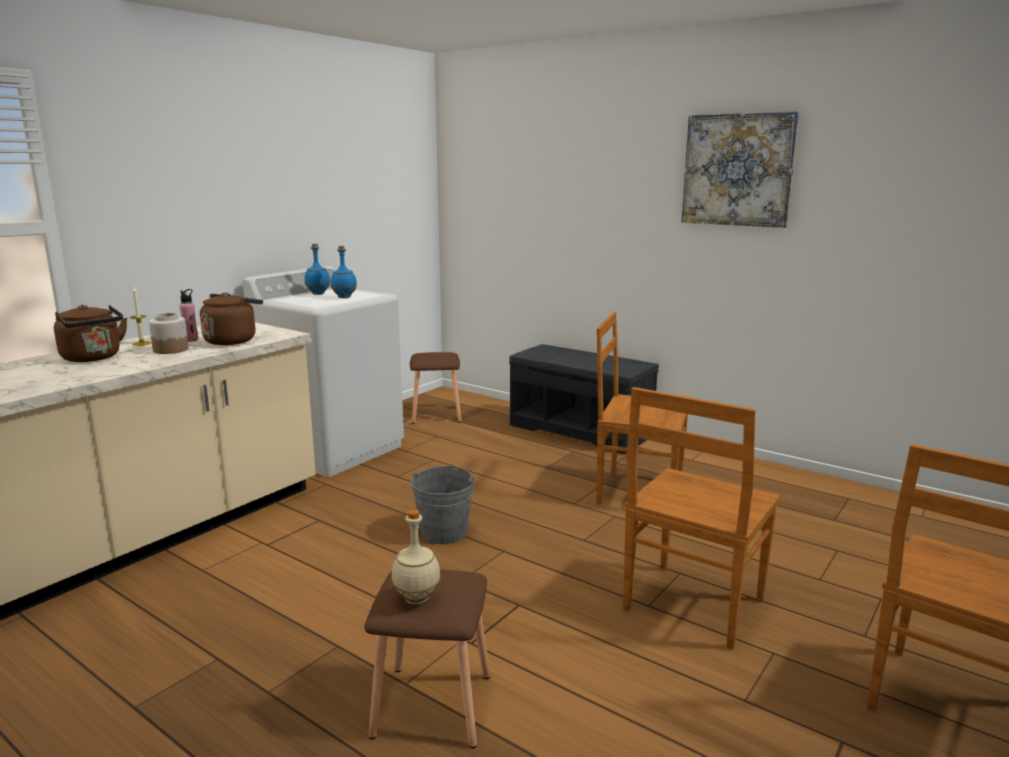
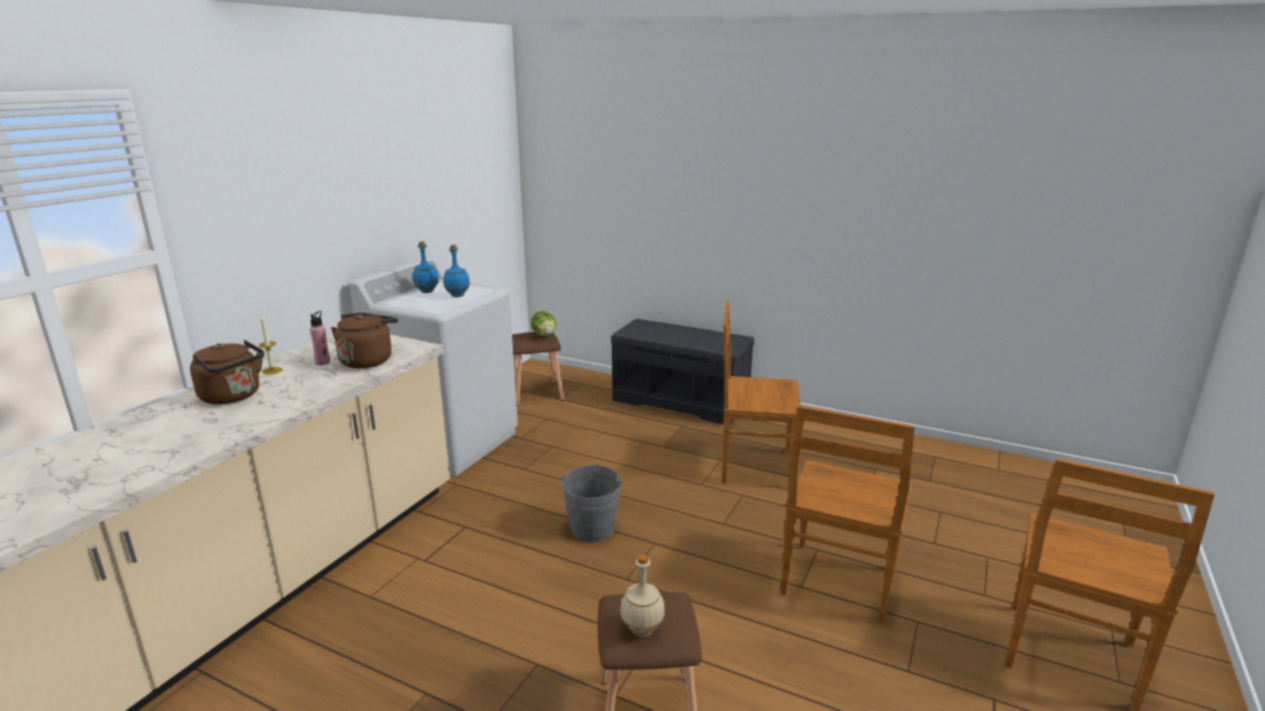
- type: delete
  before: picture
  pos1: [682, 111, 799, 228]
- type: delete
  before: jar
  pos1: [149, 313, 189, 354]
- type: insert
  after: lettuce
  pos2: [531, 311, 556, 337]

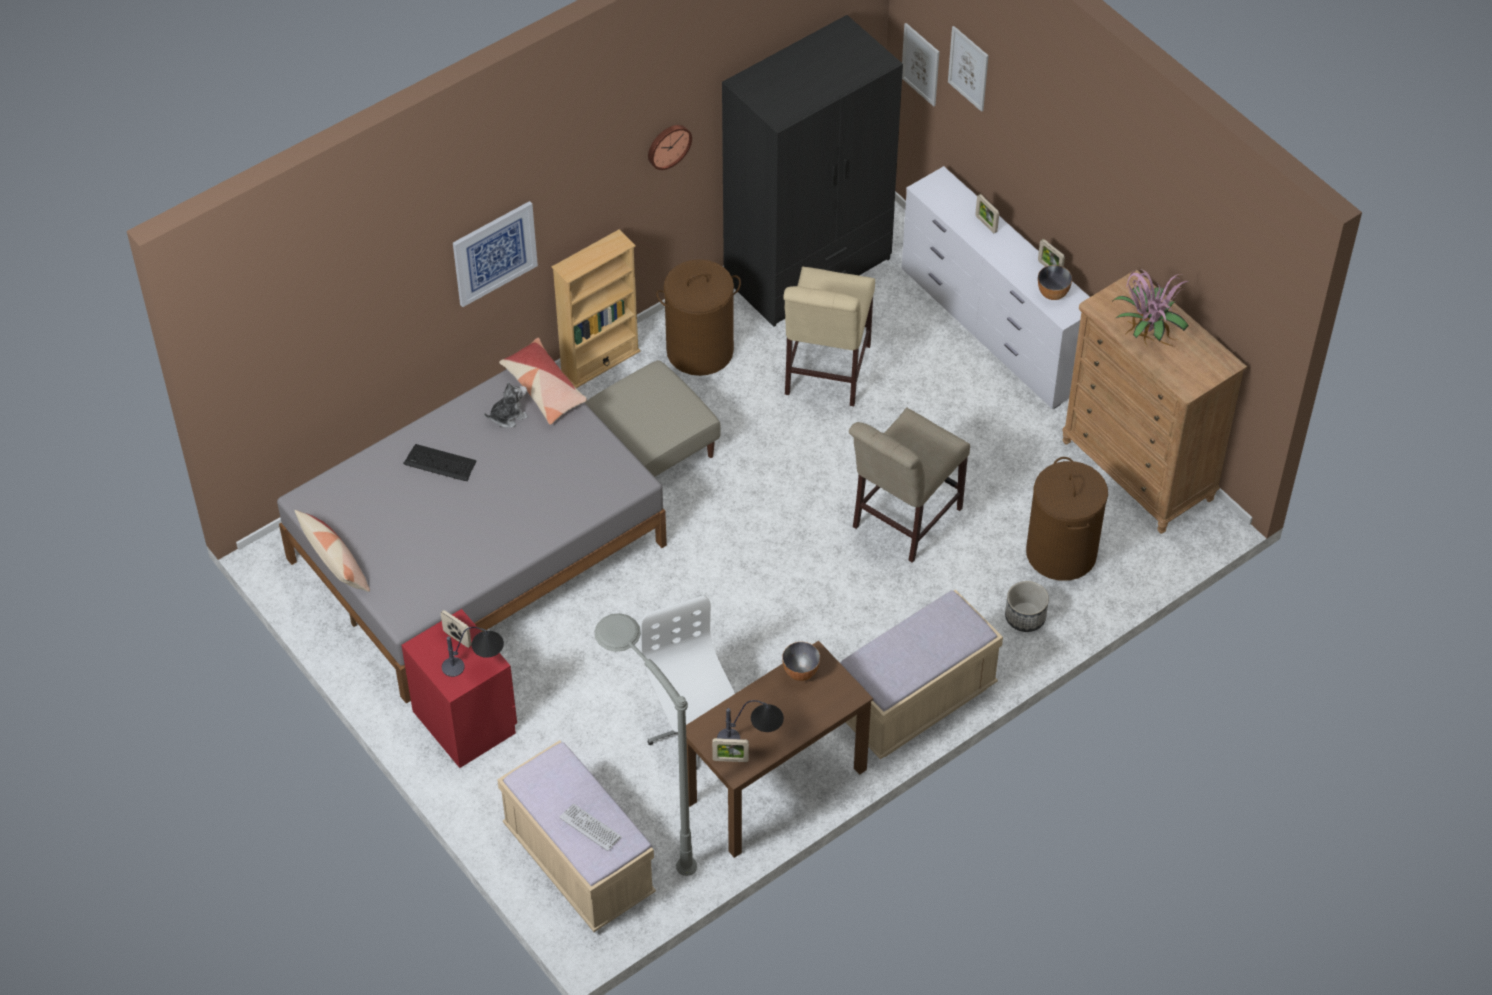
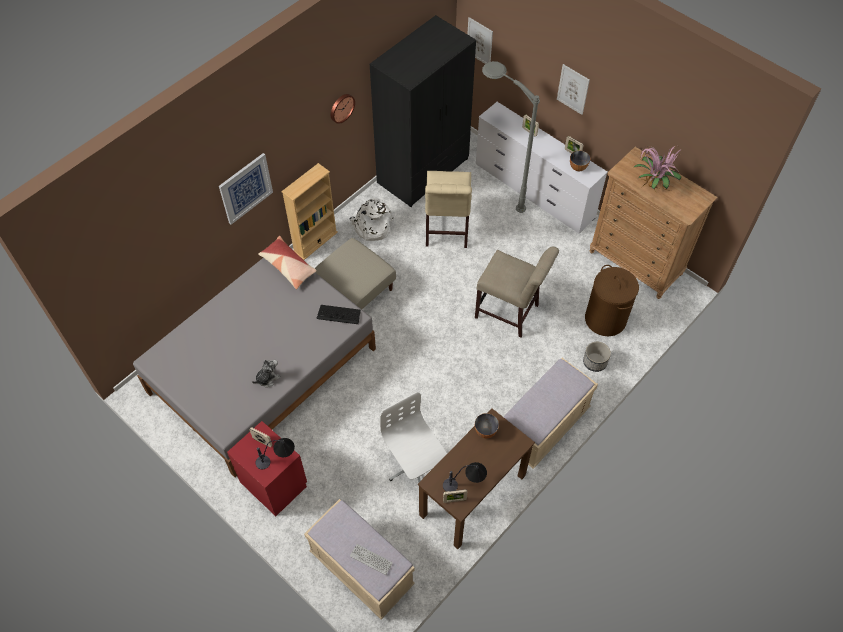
- type: move
  before: picture
  pos1: [948, 26, 989, 112]
  pos2: [557, 64, 590, 115]
- type: replace
  before: brown laundry basket
  after: white backpack
  pos1: [656, 259, 741, 376]
  pos2: [349, 198, 394, 241]
- type: move
  before: plush toy
  pos1: [484, 382, 528, 428]
  pos2: [252, 360, 281, 387]
- type: rotate
  before: beige chair
  pos1: [849, 407, 970, 563]
  pos2: [475, 247, 559, 337]
  turn: -90
- type: move
  before: keyboard
  pos1: [403, 444, 477, 481]
  pos2: [316, 305, 361, 324]
- type: delete
  before: pillow
  pos1: [295, 510, 370, 592]
- type: move
  before: grey floor lamp
  pos1: [594, 613, 697, 876]
  pos2: [482, 61, 540, 213]

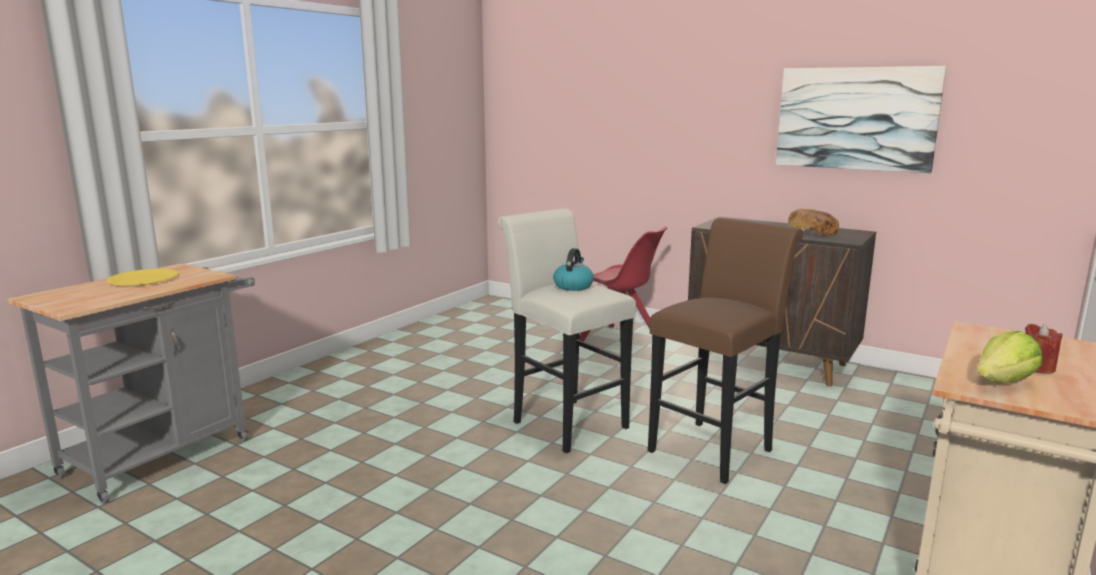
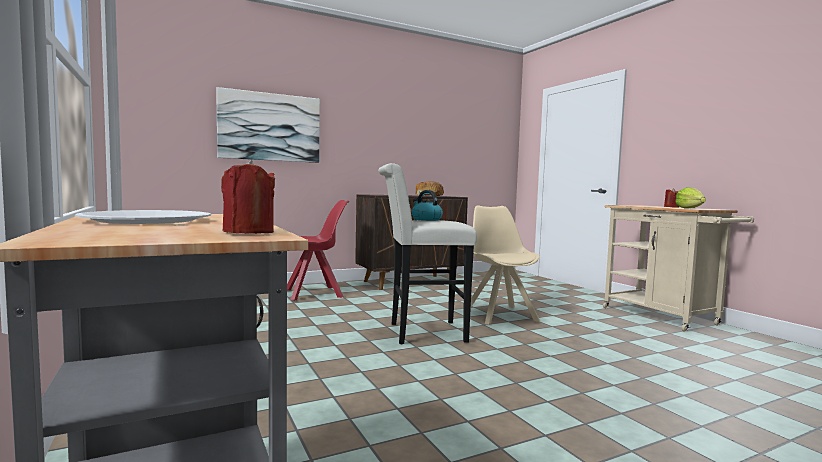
- type: move
  before: picture
  pos1: [776, 66, 947, 173]
  pos2: [216, 87, 320, 163]
- type: replace
  before: brown stool
  after: beige chair
  pos1: [648, 218, 803, 484]
  pos2: [471, 205, 540, 325]
- type: recolor
  before: yellow plate
  after: white plate
  pos1: [107, 269, 178, 286]
  pos2: [75, 210, 211, 224]
- type: insert
  after: red candle
  pos2: [221, 160, 275, 234]

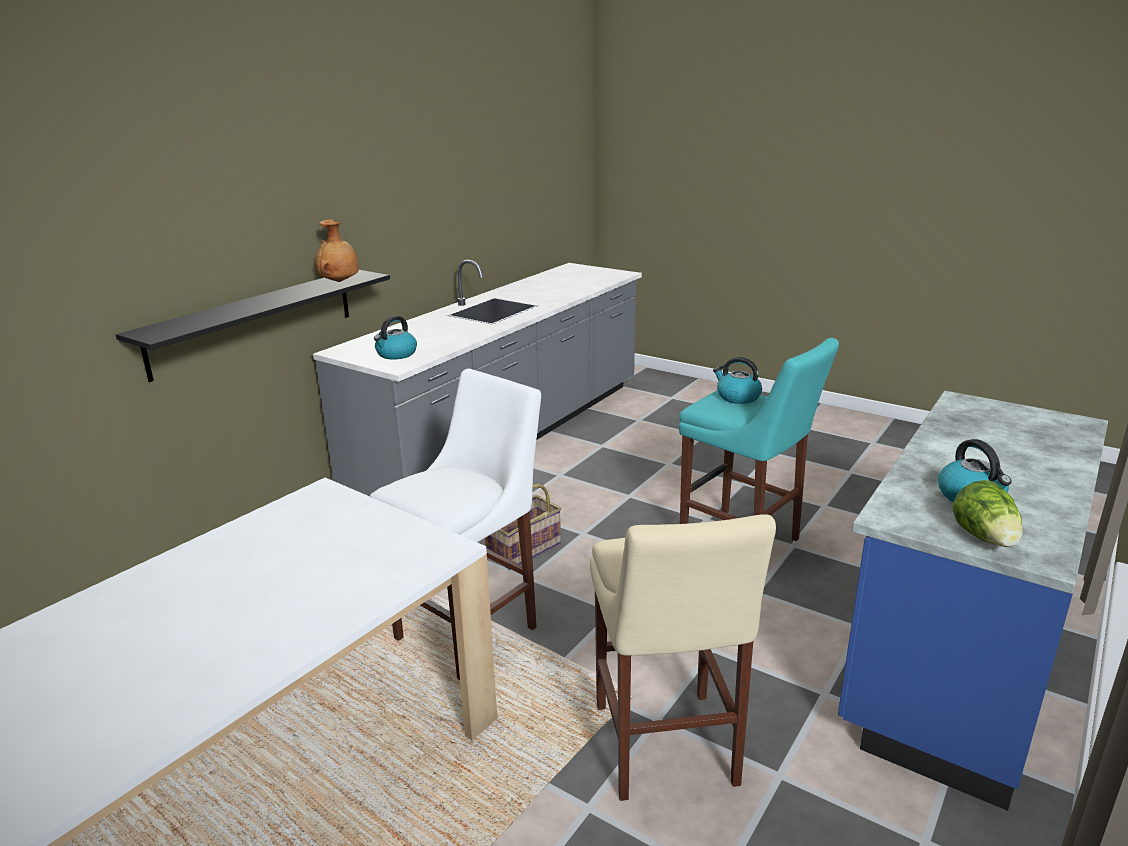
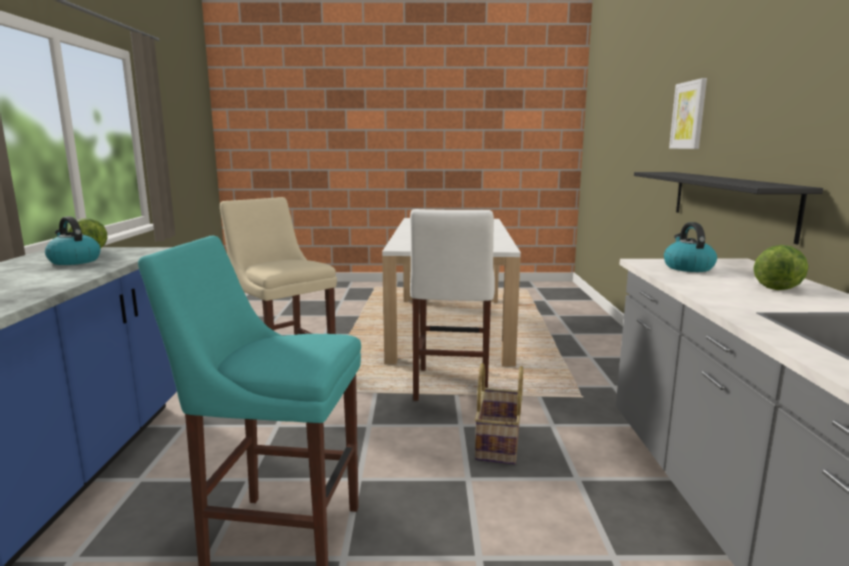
- type: delete
  before: brown vase
  pos1: [316, 219, 359, 282]
- type: delete
  before: kettle
  pos1: [713, 357, 762, 404]
- type: insert
  after: picture
  pos2: [669, 78, 707, 149]
- type: insert
  after: lettuce
  pos2: [753, 245, 808, 290]

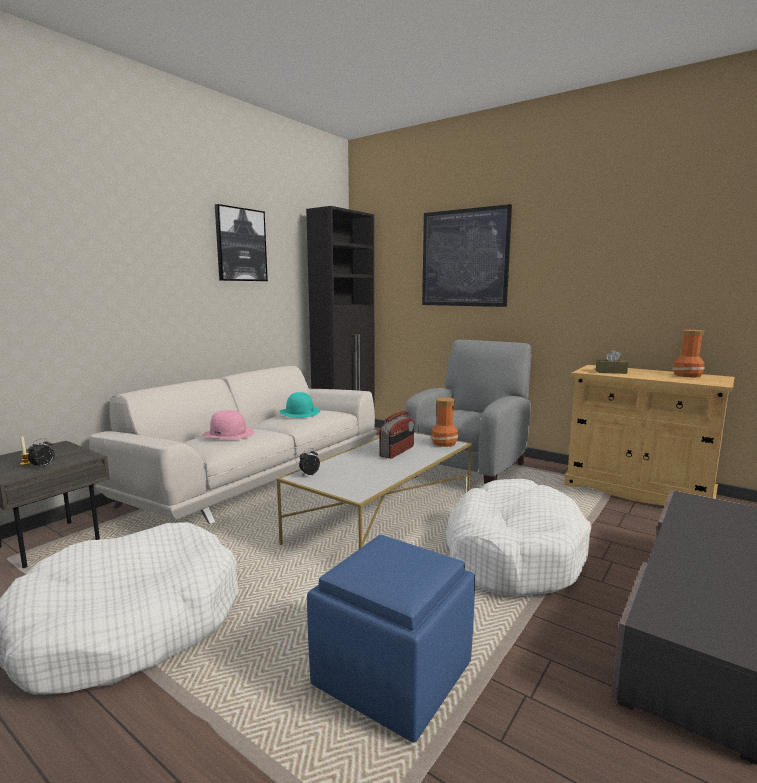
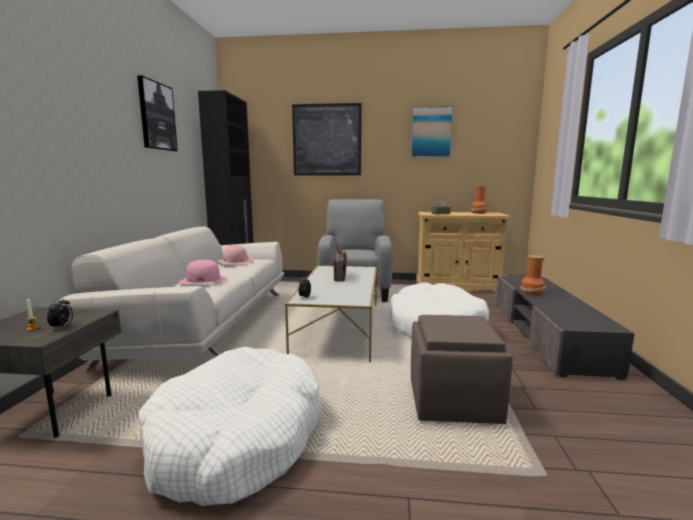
- type: recolor
  before: turquoise hat
  after: pink hat
  pos1: [279, 392, 320, 418]
  pos2: [217, 245, 253, 265]
- type: move
  before: vase
  pos1: [431, 397, 458, 447]
  pos2: [520, 255, 546, 295]
- type: recolor
  before: blue ottoman
  after: brown ottoman
  pos1: [307, 535, 475, 742]
  pos2: [411, 315, 513, 424]
- type: insert
  after: picture
  pos2: [411, 106, 453, 158]

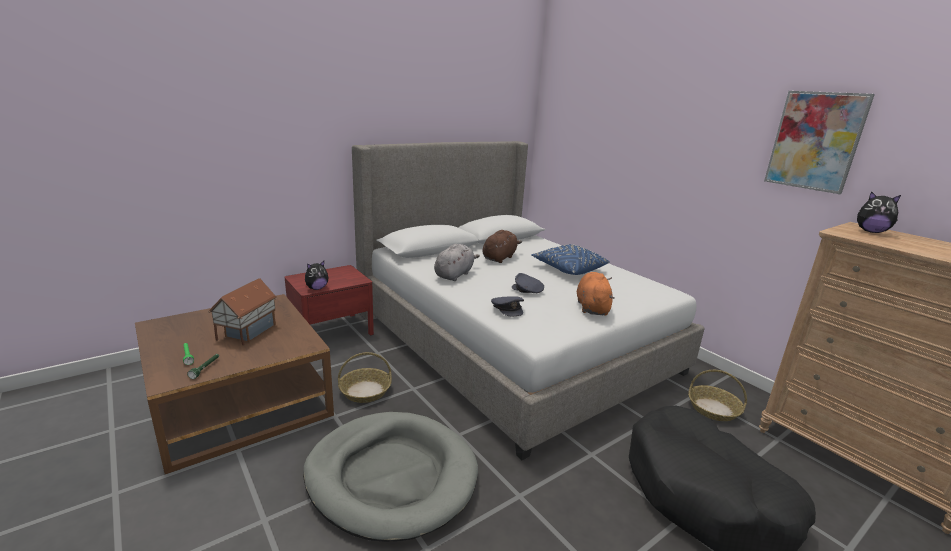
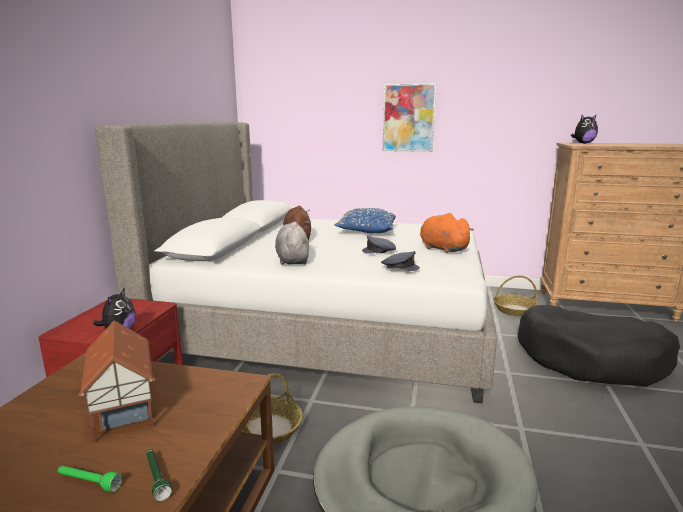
- type: move
  before: picture
  pos1: [764, 91, 875, 194]
  pos2: [383, 83, 436, 152]

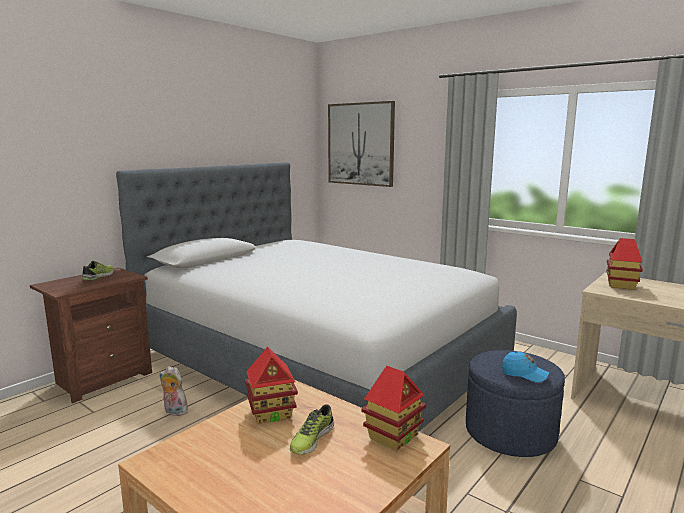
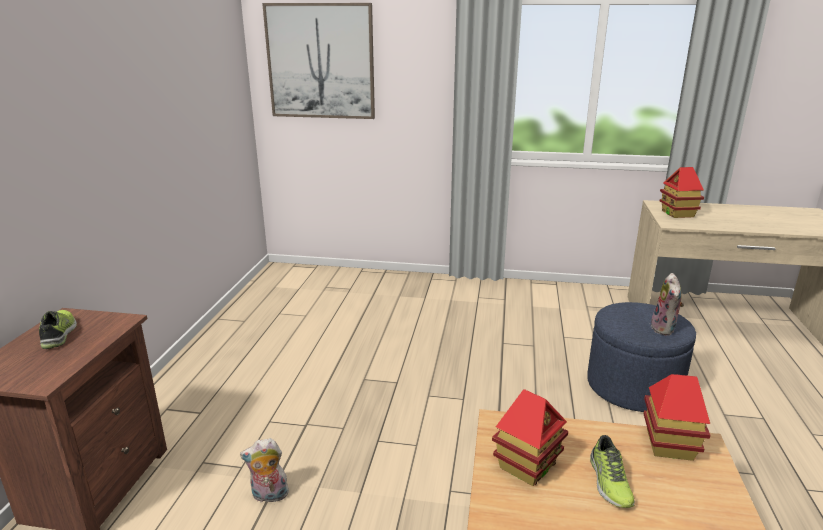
- type: delete
  before: bed
  pos1: [116, 162, 517, 432]
- type: replace
  before: blue cap
  after: plush toy
  pos1: [502, 351, 549, 383]
  pos2: [651, 273, 684, 335]

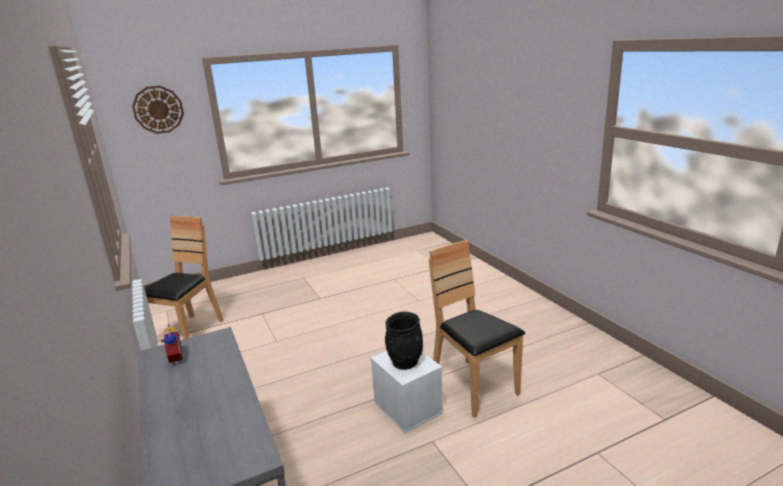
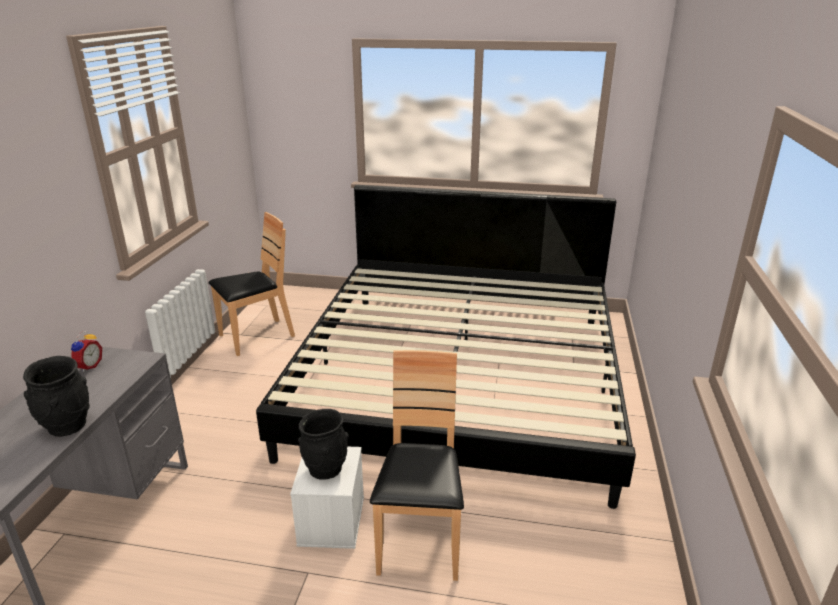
- type: delete
  before: wall clock
  pos1: [132, 86, 184, 134]
- type: insert
  after: bed
  pos2: [256, 185, 636, 509]
- type: insert
  after: black vase
  pos2: [23, 356, 90, 437]

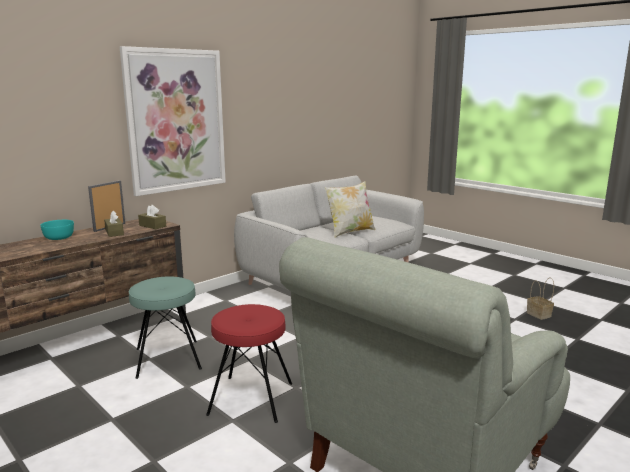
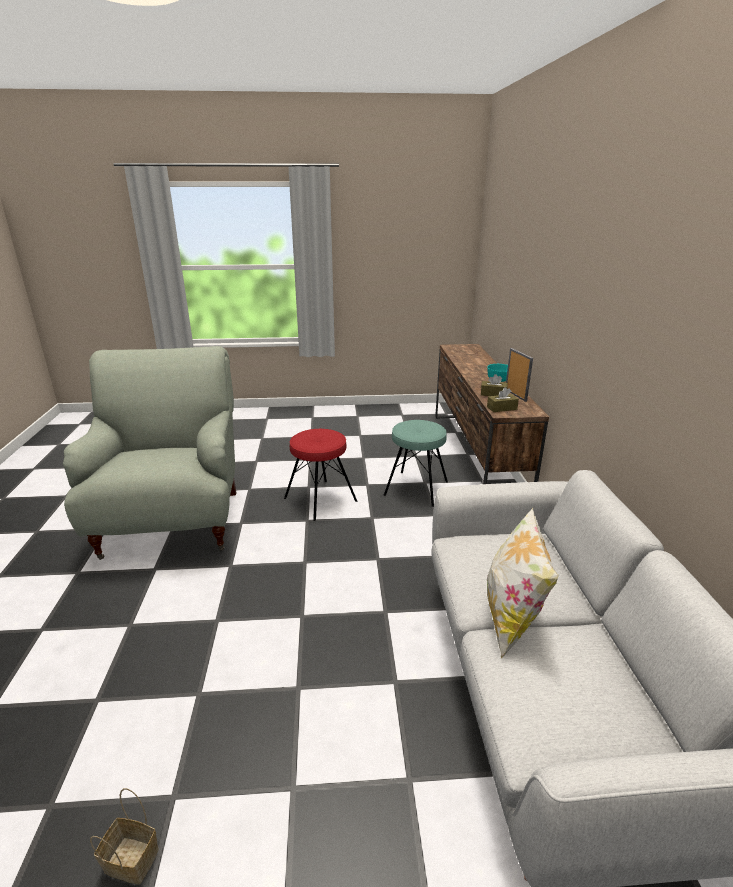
- type: delete
  before: picture
  pos1: [120, 46, 226, 196]

